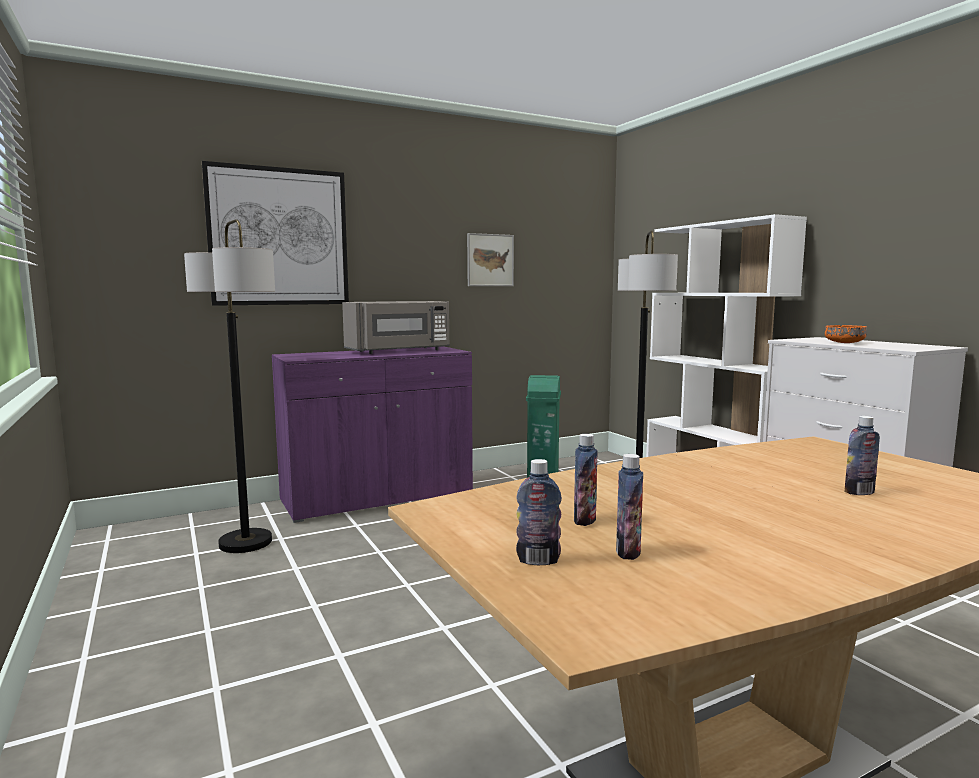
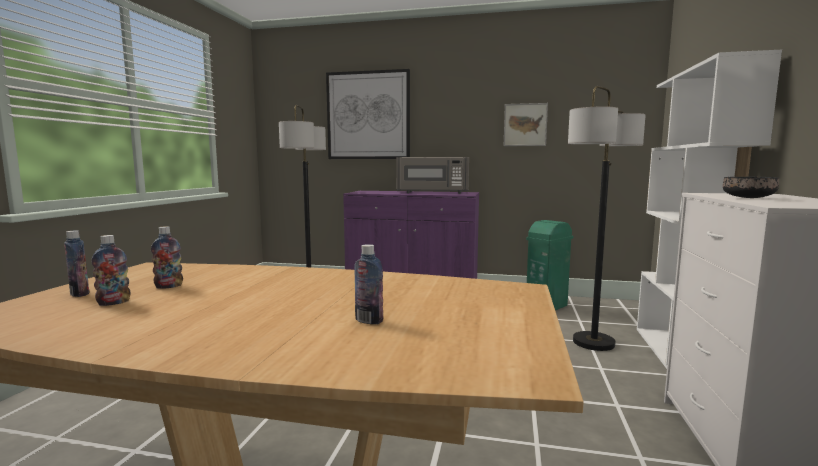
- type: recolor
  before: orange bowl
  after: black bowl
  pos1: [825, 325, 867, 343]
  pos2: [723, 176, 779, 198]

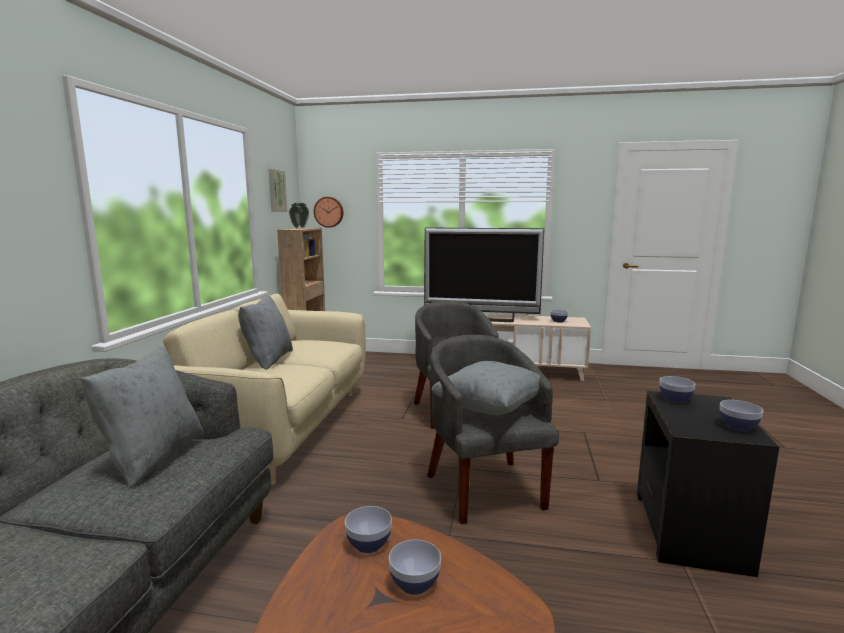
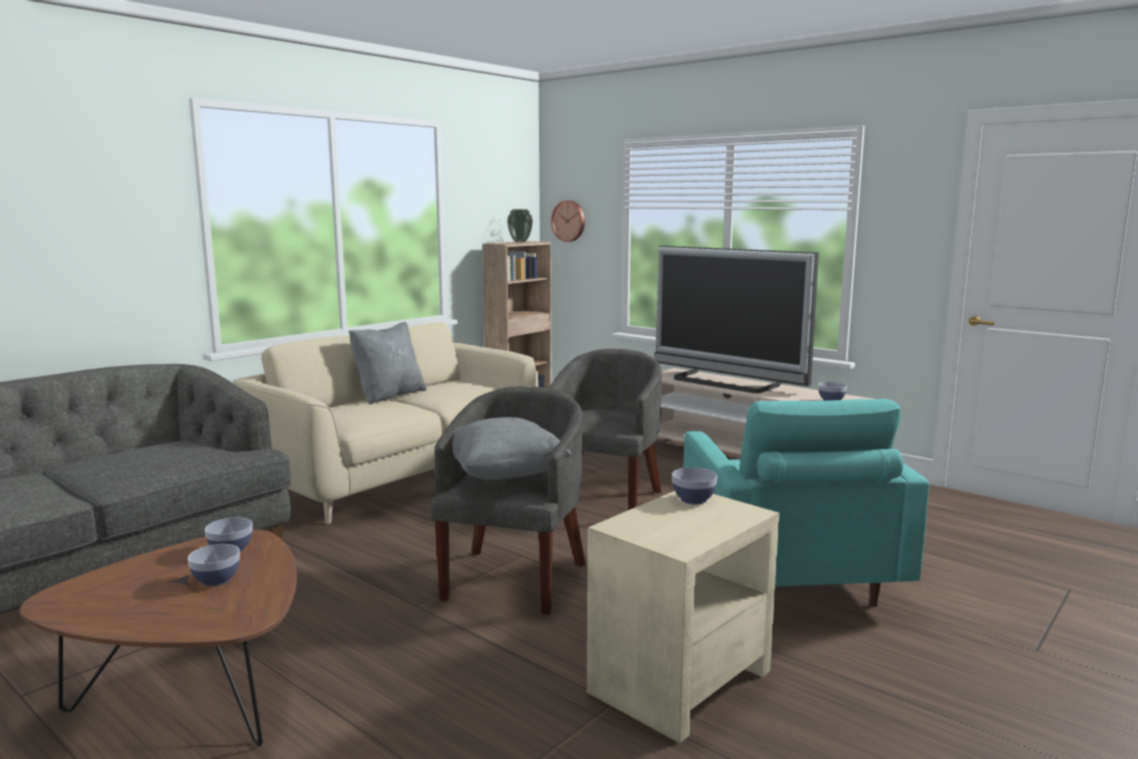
- type: delete
  before: picture
  pos1: [269, 169, 287, 212]
- type: delete
  before: grey pillow
  pos1: [81, 346, 204, 489]
- type: recolor
  before: black side table
  after: beige side table
  pos1: [637, 391, 779, 577]
  pos2: [587, 491, 779, 743]
- type: delete
  before: bowl
  pos1: [720, 400, 763, 432]
- type: insert
  after: turquoise armchair
  pos2: [683, 399, 930, 607]

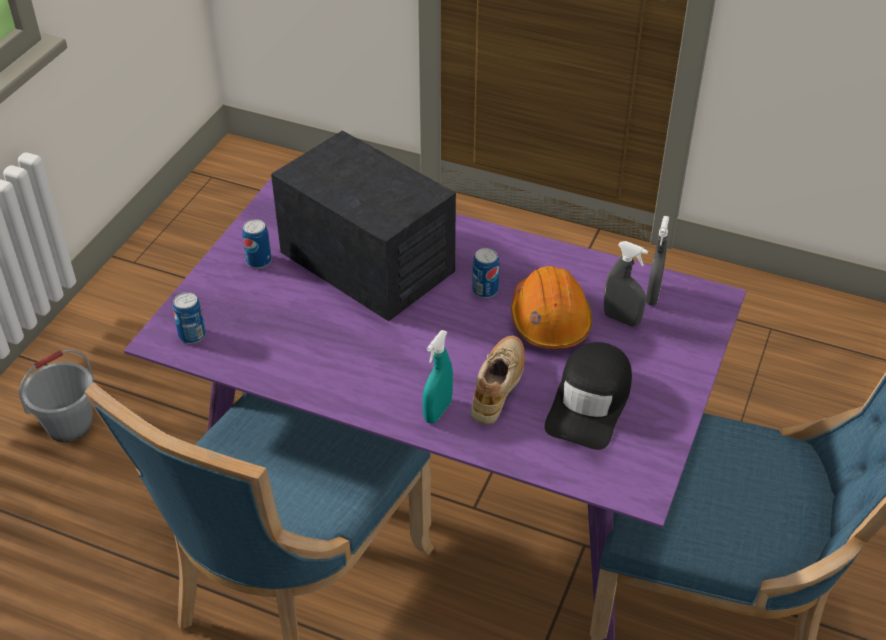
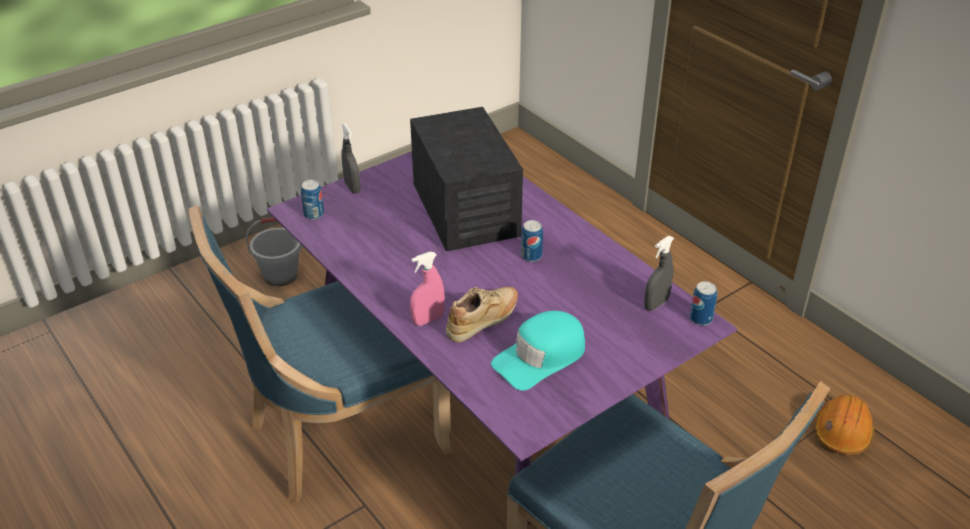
- type: move
  before: can
  pos1: [242, 219, 272, 269]
  pos2: [690, 281, 717, 326]
- type: move
  before: grey spray bottle
  pos1: [604, 241, 648, 327]
  pos2: [341, 123, 360, 193]
- type: move
  before: orange hard hat
  pos1: [511, 266, 592, 349]
  pos2: [815, 395, 874, 455]
- type: recolor
  before: turquoise spray bottle
  after: pink spray bottle
  pos1: [422, 330, 453, 424]
  pos2: [410, 252, 445, 326]
- type: recolor
  before: black cap
  after: turquoise cap
  pos1: [545, 342, 632, 450]
  pos2: [491, 311, 585, 391]

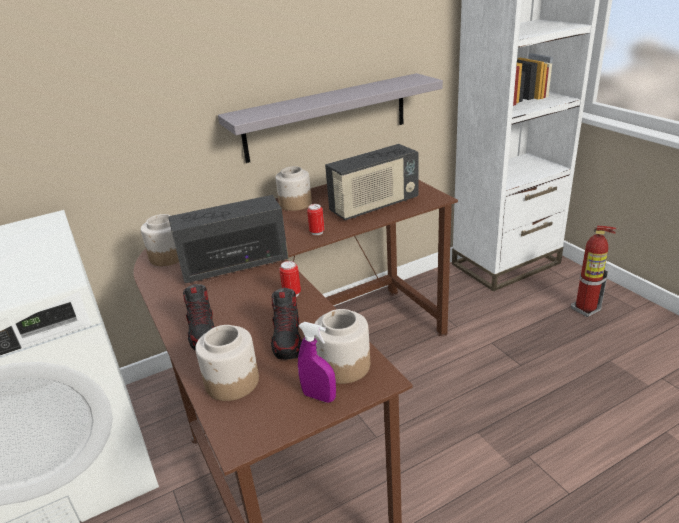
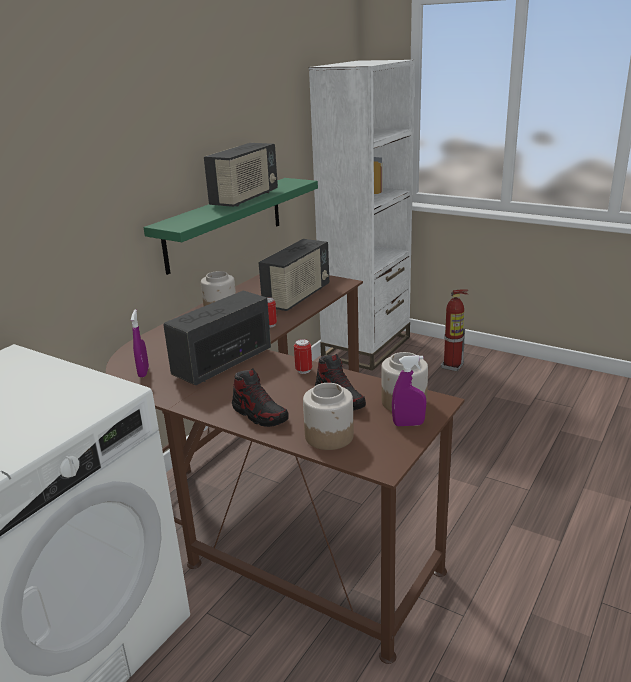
- type: recolor
  before: grey shelf
  after: green shelf
  pos1: [218, 73, 443, 163]
  pos2: [143, 178, 318, 275]
- type: replace
  before: jar
  after: purple spray bottle
  pos1: [141, 214, 179, 266]
  pos2: [131, 309, 149, 377]
- type: insert
  after: radio
  pos2: [204, 143, 278, 207]

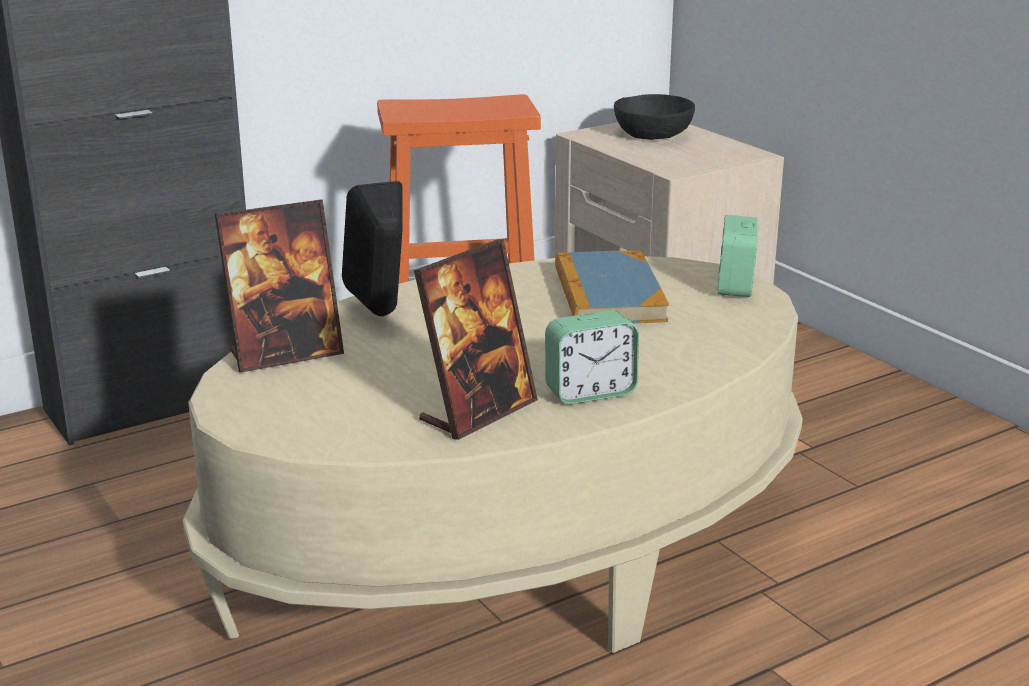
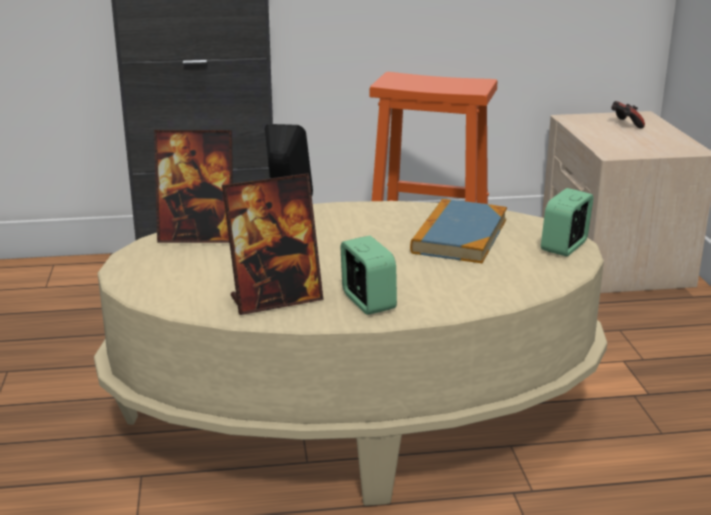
- type: replace
  before: black bowl
  after: game controller
  pos1: [614, 94, 695, 140]
  pos2: [611, 101, 645, 128]
- type: rotate
  before: alarm clock
  pos1: [545, 310, 639, 404]
  pos2: [340, 236, 397, 315]
  turn: -120

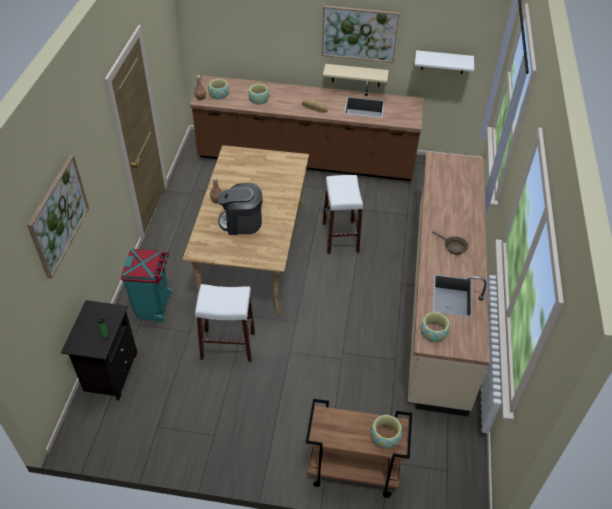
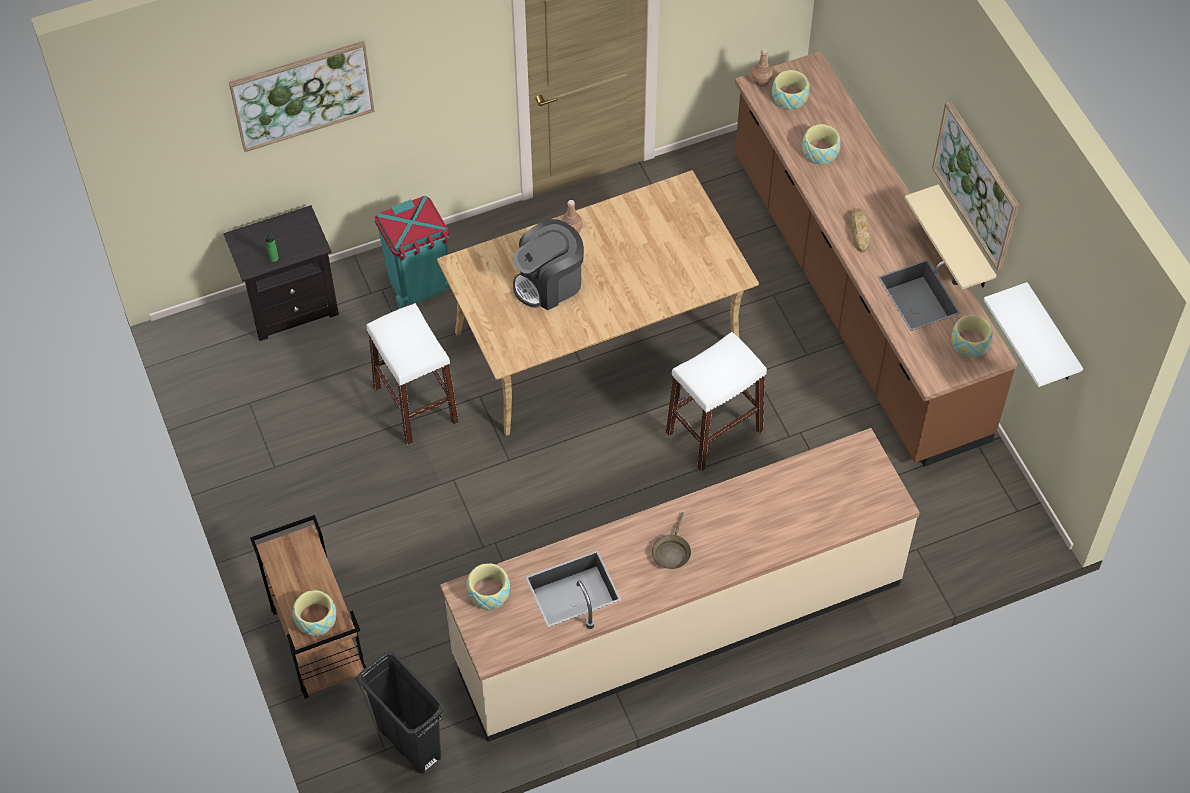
- type: rotate
  before: coffee machine
  pos1: [218, 183, 262, 235]
  pos2: [513, 219, 584, 310]
  turn: -90
- type: insert
  after: bowl
  pos2: [951, 315, 993, 358]
- type: insert
  after: black trash can
  pos2: [357, 651, 444, 774]

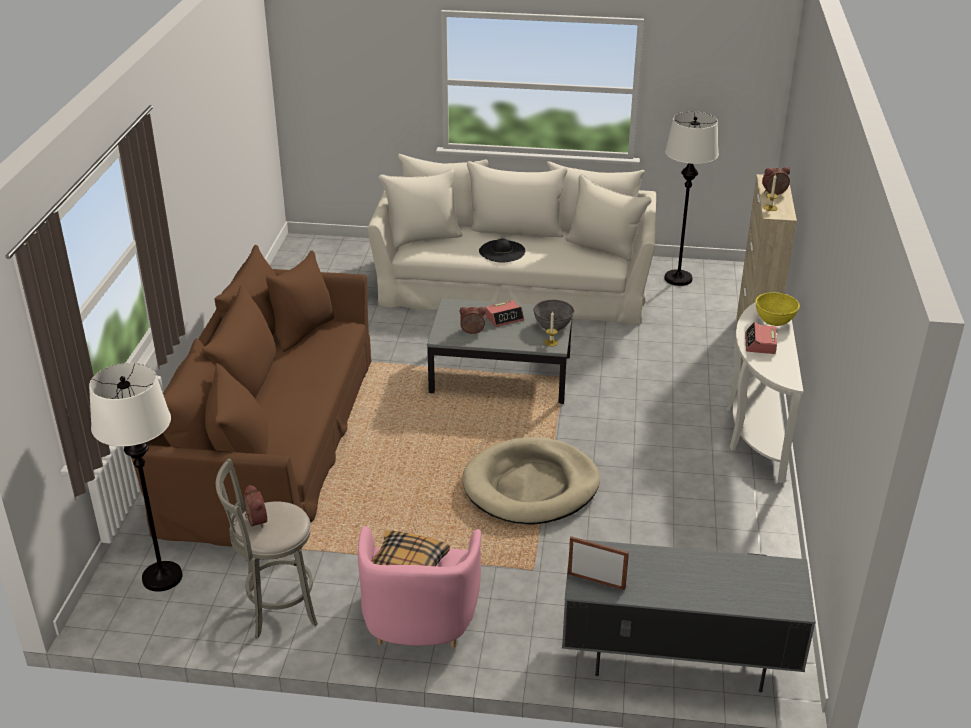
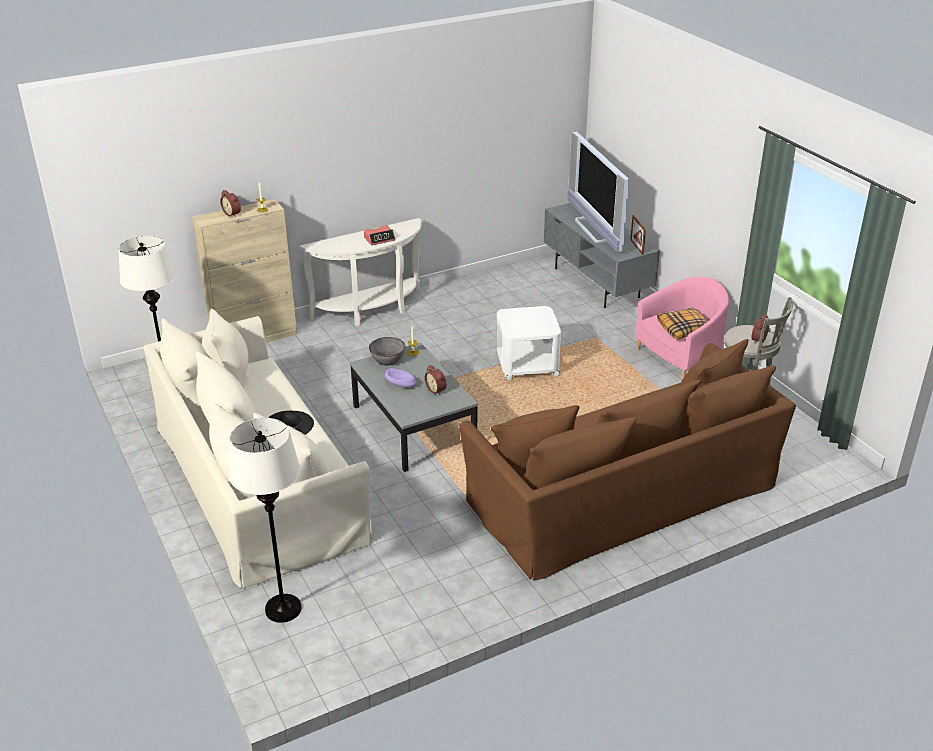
- type: delete
  before: yellow bowl
  pos1: [755, 292, 800, 326]
- type: replace
  before: alarm clock
  after: purple bowl
  pos1: [485, 300, 524, 327]
  pos2: [385, 368, 417, 388]
- type: move
  before: white floor lamp
  pos1: [89, 363, 183, 592]
  pos2: [229, 418, 301, 623]
- type: replace
  before: beige dog bed
  after: white side table
  pos1: [463, 437, 600, 525]
  pos2: [496, 306, 561, 380]
- type: insert
  after: television
  pos2: [567, 132, 629, 252]

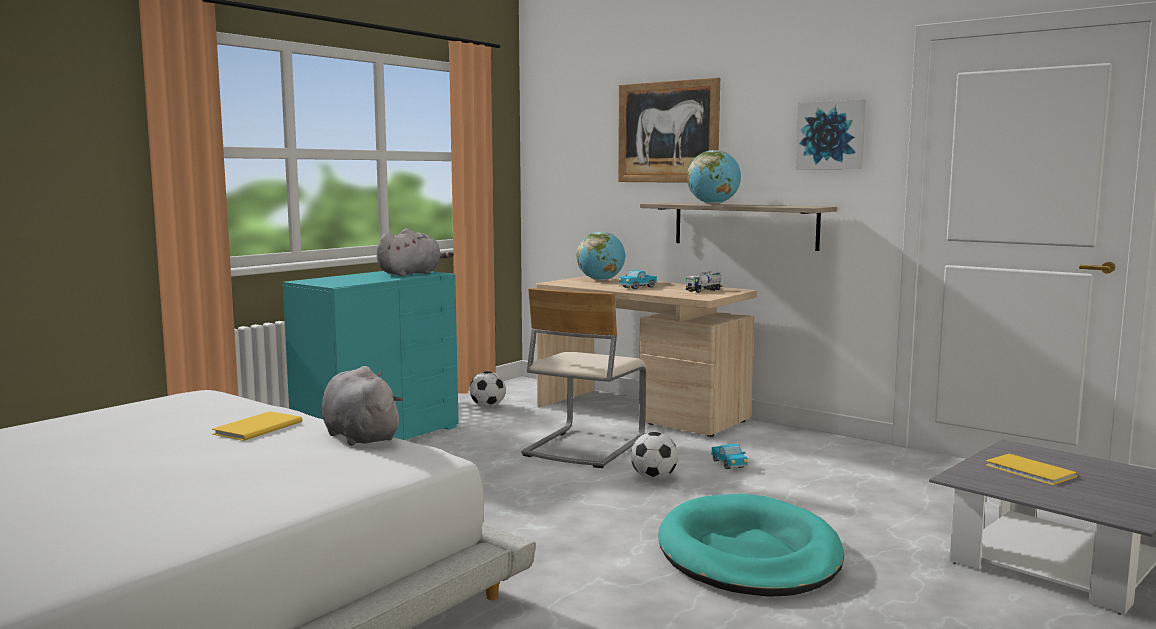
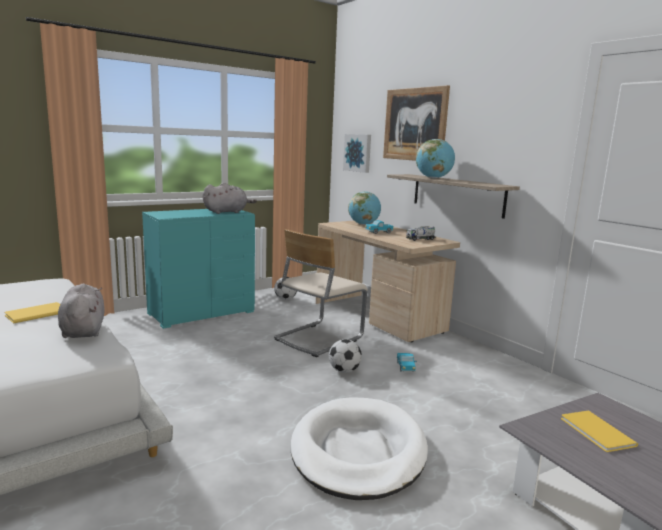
- type: move
  before: picture
  pos1: [796, 99, 866, 169]
  pos2: [343, 134, 371, 173]
- type: recolor
  before: turquoise dog bed
  after: white dog bed
  pos1: [658, 494, 844, 597]
  pos2: [291, 397, 428, 500]

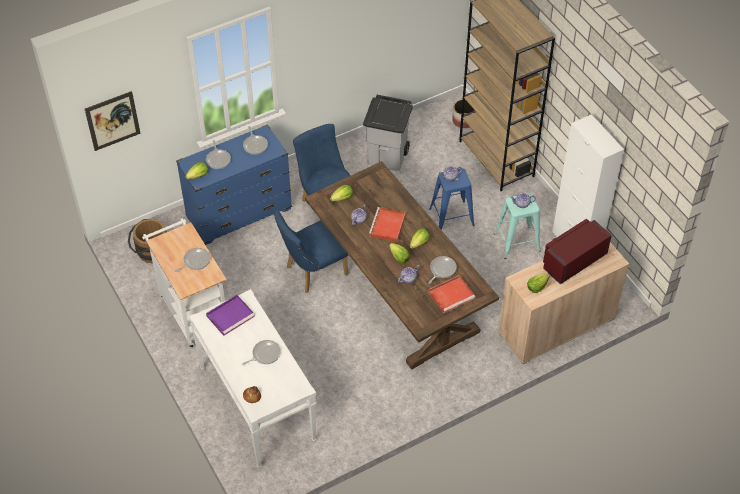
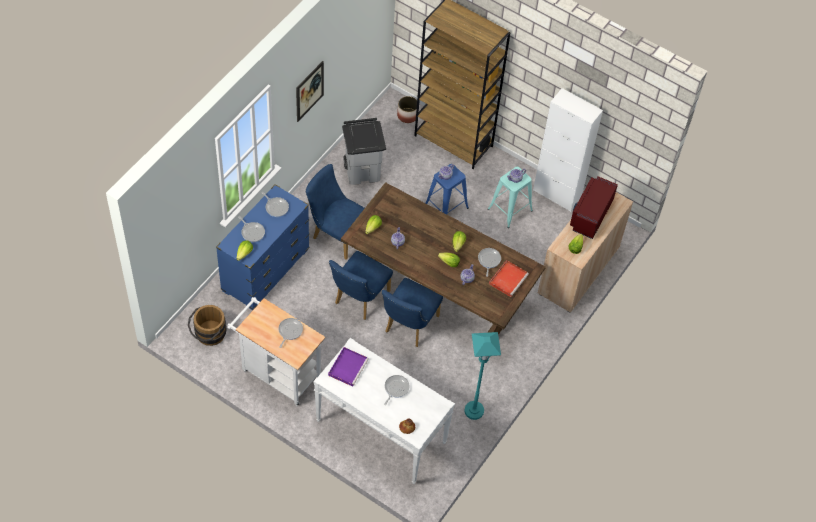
- type: move
  before: picture
  pos1: [85, 91, 141, 151]
  pos2: [296, 61, 324, 122]
- type: delete
  before: red tray
  pos1: [369, 207, 406, 242]
- type: insert
  after: blue chair
  pos2: [382, 278, 443, 347]
- type: insert
  after: turquoise floor lamp
  pos2: [465, 332, 501, 420]

